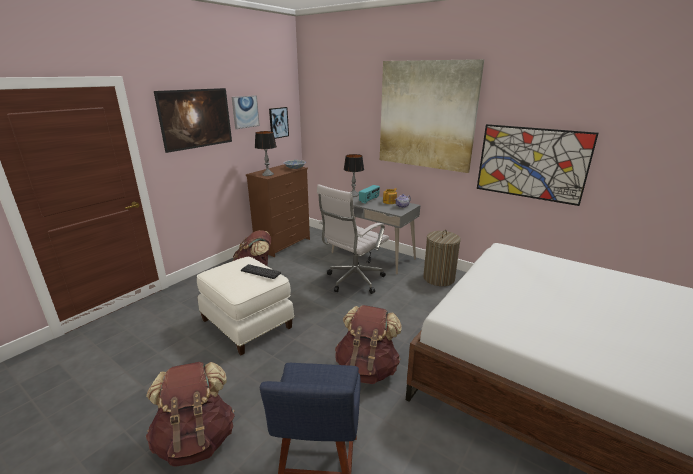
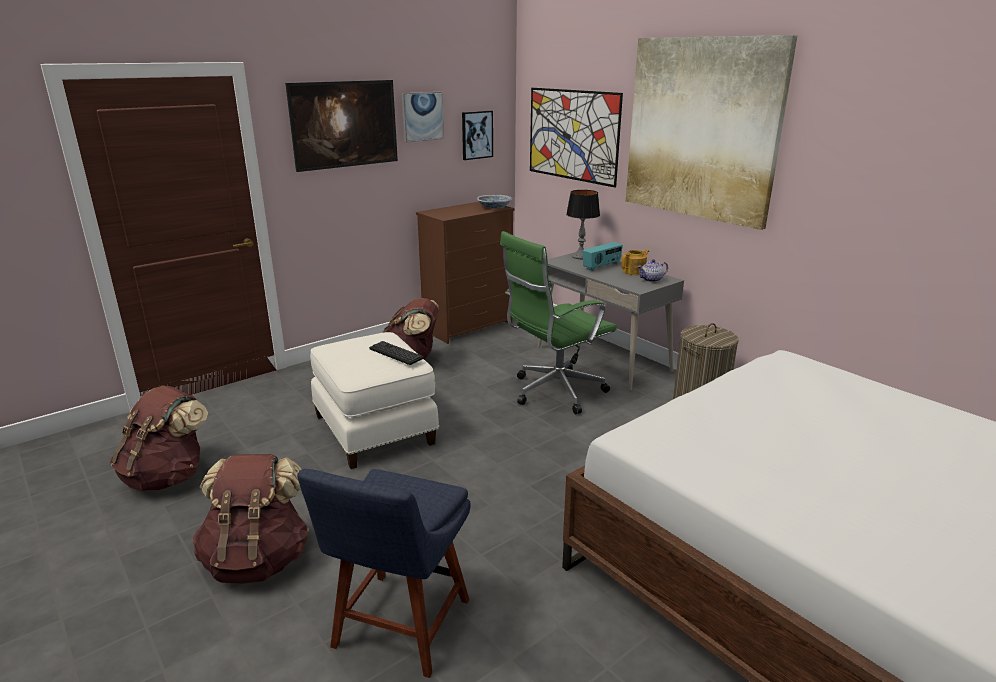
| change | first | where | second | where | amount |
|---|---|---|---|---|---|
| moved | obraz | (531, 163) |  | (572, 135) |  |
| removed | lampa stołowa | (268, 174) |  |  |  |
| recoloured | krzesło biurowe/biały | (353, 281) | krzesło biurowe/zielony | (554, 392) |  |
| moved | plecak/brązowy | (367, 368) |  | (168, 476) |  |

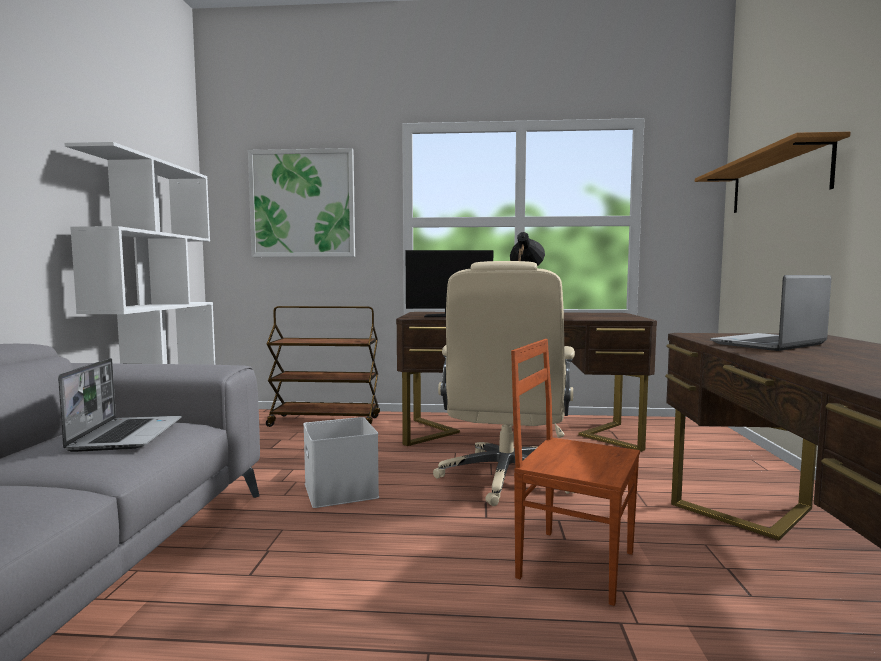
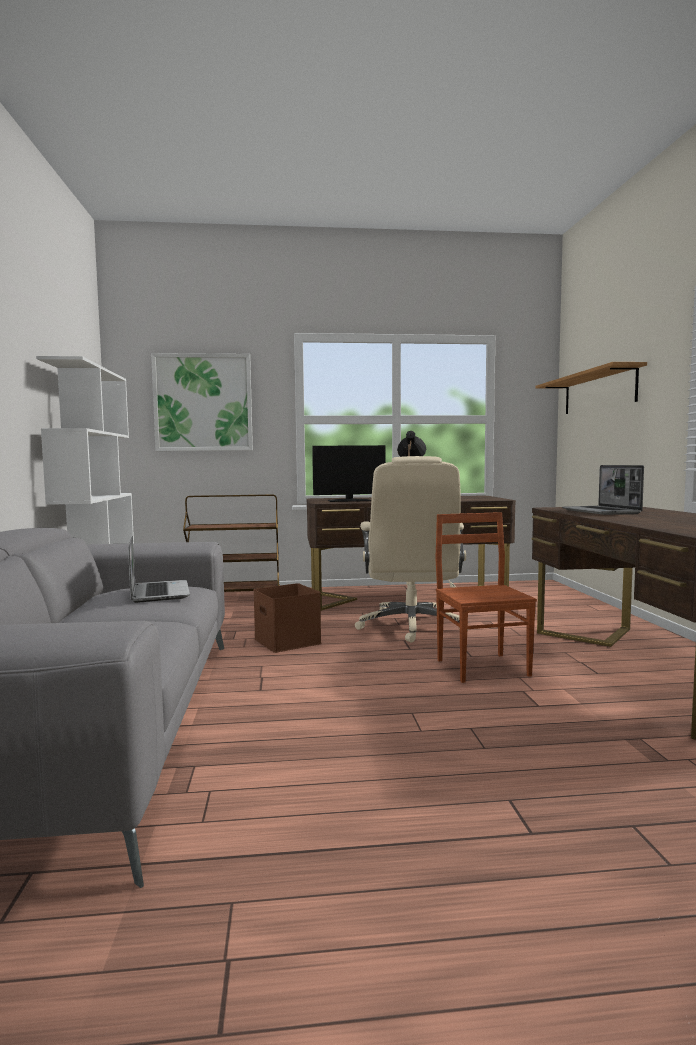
| change | first | where | second | where | amount |
|---|---|---|---|---|---|
| turned | laptop | (769, 344) |  | (602, 512) | 60 degrees counterclockwise |
| turned | krzesło/brązowy | (574, 563) |  | (483, 667) | 60 degrees clockwise |
| recoloured | pojemnik do przechowywania/biały | (342, 491) | pojemnik do przechowywania/brązowy | (289, 641) |  |

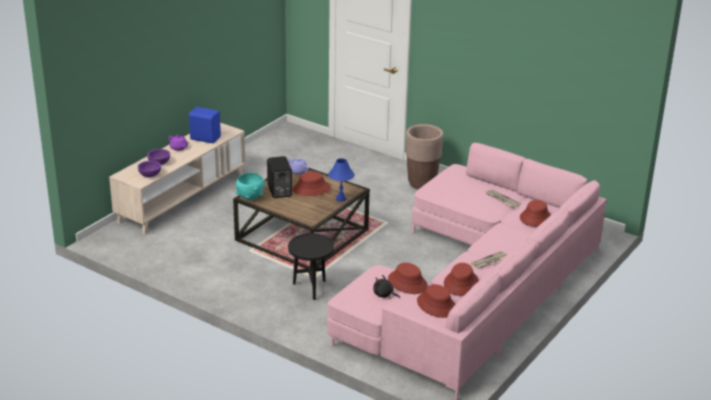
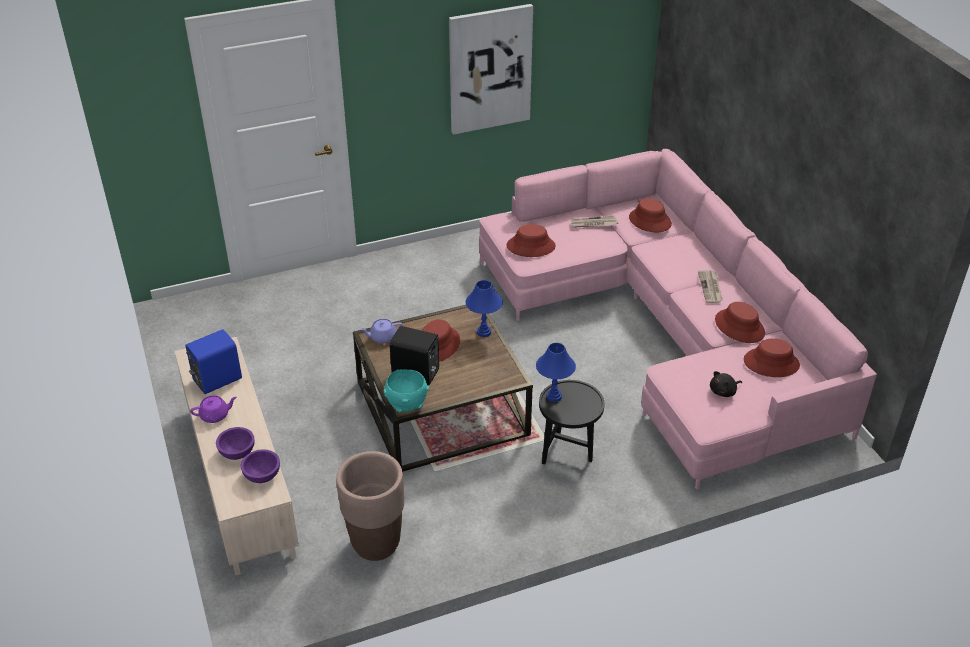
| change | first | where | second | where | amount |
|---|---|---|---|---|---|
| moved | donica/brązowy | (421, 184) |  | (375, 544) |  |
| moved | kapelusz/czerwony | (407, 283) |  | (530, 246) |  |
| added |  |  | obraz | (490, 69) |  |
| added |  |  | lampa stołowa/niebieski | (554, 396) |  |

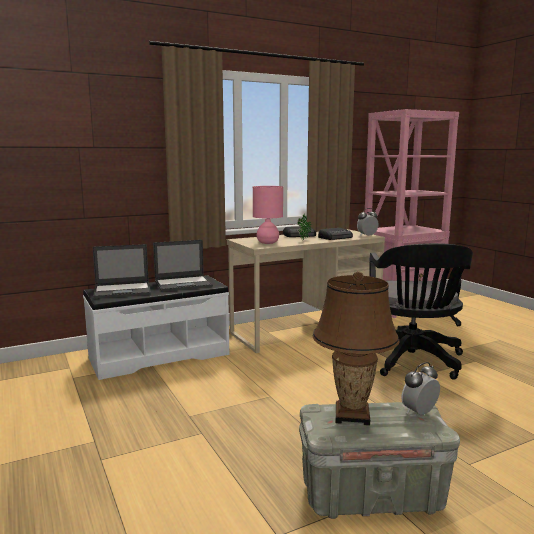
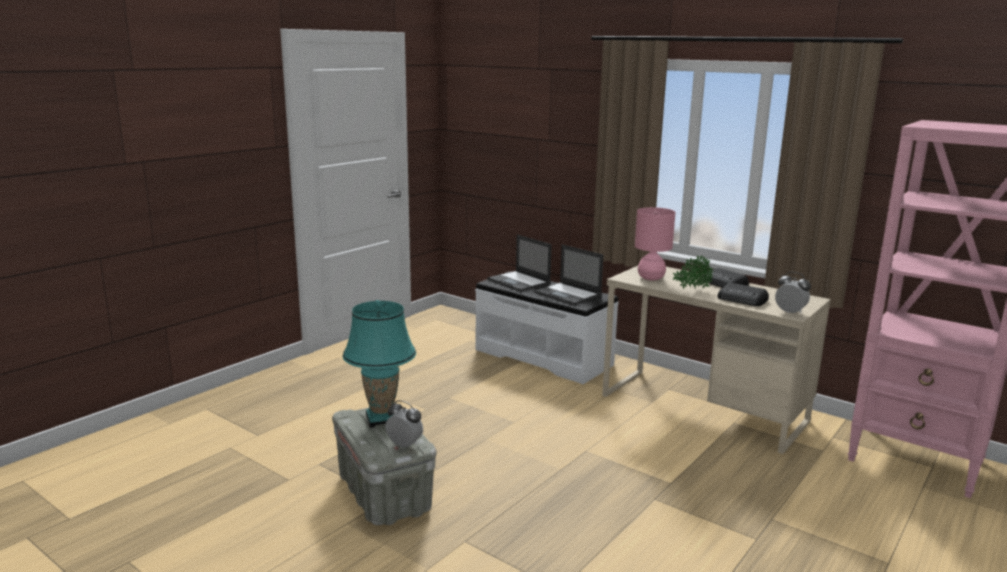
| change | first | where | second | where | amount |
|---|---|---|---|---|---|
| removed | krzesło biurowe/czarny | (412, 361) |  |  |  |
| recoloured | lampa stołowa/brązowy | (352, 415) | lampa stołowa/turkusowy | (382, 419) |  |

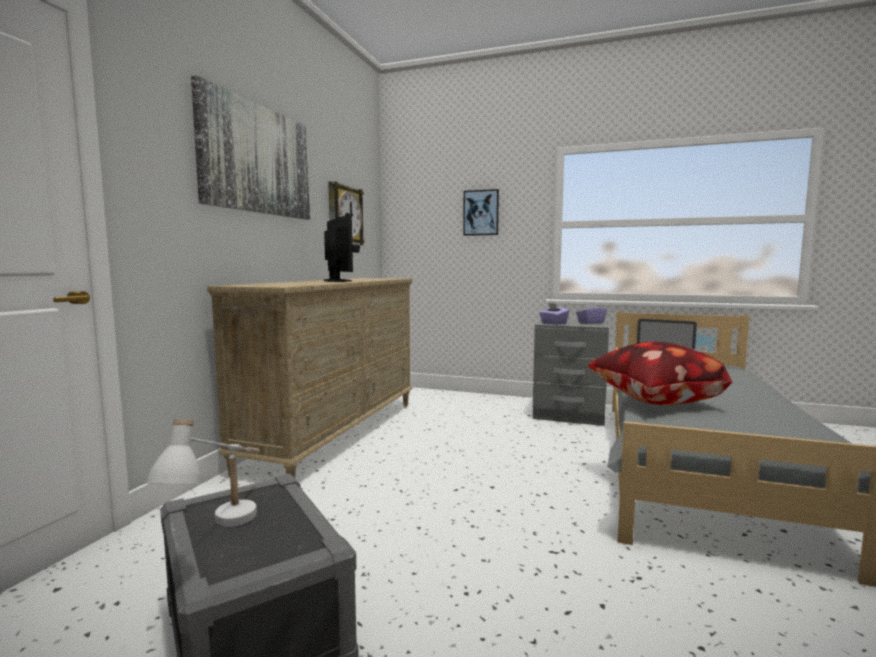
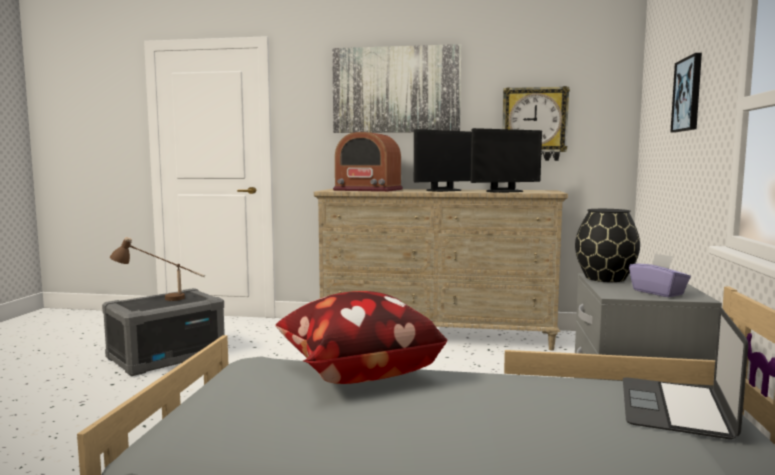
| change | first | where | second | where | amount |
|---|---|---|---|---|---|
| replaced | pudełko chusteczek/fioletowy | (553, 323) | wazon/czarny | (605, 278) |  |
| recoloured | lampa stołowa/biały | (223, 532) | lampa stołowa/brązowy | (160, 299) |  |
| added |  |  | monitor | (504, 191) |  |
| added |  |  | radio | (368, 190) |  |

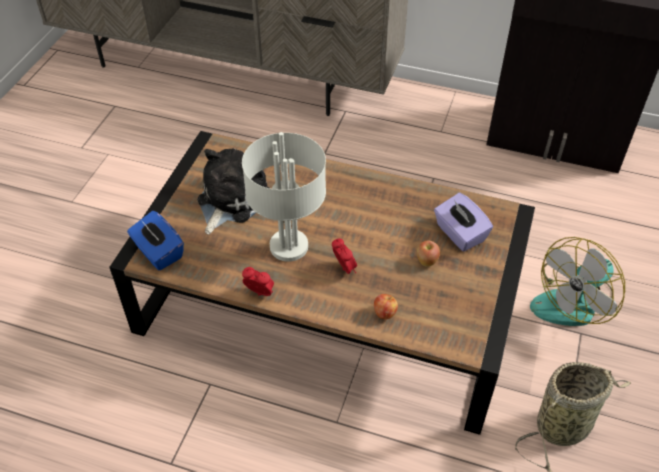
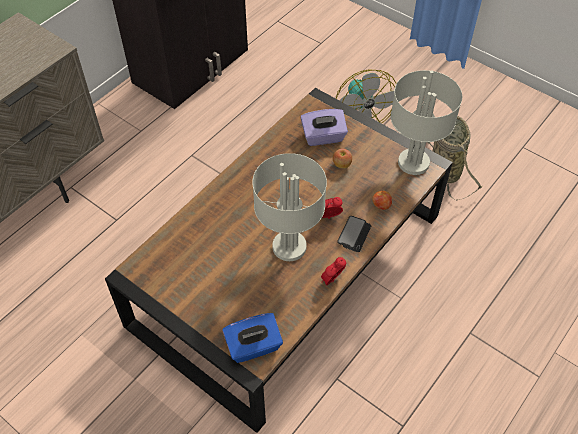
| change | first | where | second | where | amount |
|---|---|---|---|---|---|
| removed | pluszak | (230, 200) |  |  |  |
| added |  |  | lampa stołowa/szary | (414, 163) |  |
| added |  |  | telefon | (354, 234) |  |

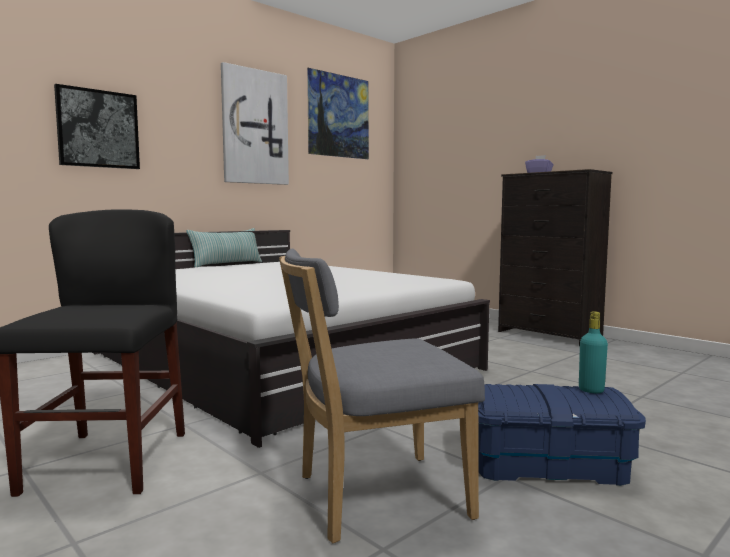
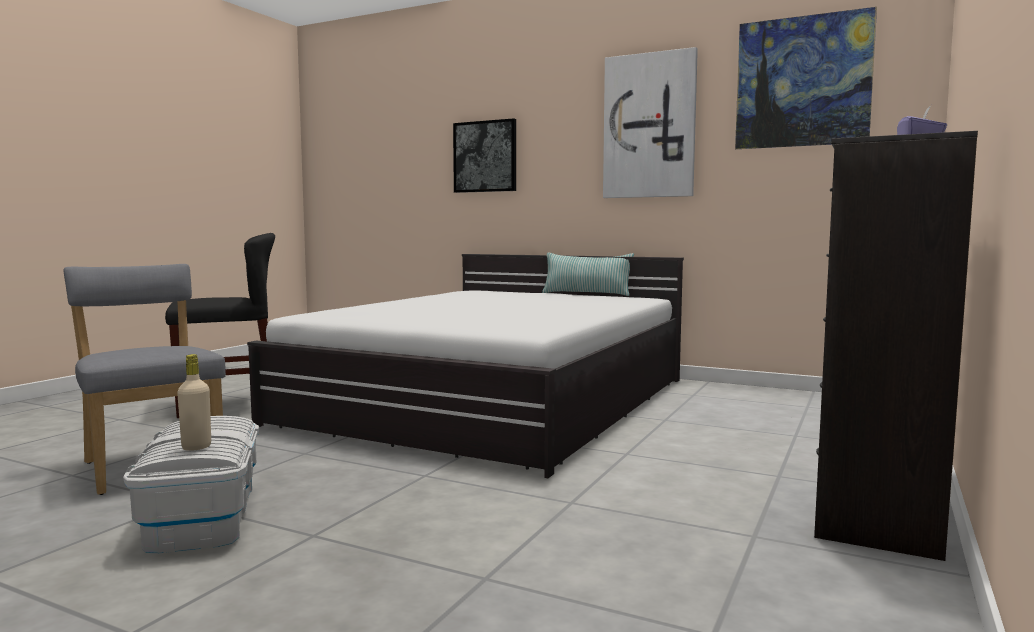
| change | first | where | second | where | amount |
|---|---|---|---|---|---|
| recoloured | butelka/turkusowy | (591, 390) | butelka/beżowy | (196, 447) |  |
| recoloured | pojemnik do przechowywania/niebieski | (547, 465) | pojemnik do przechowywania/biały | (201, 516) |  |

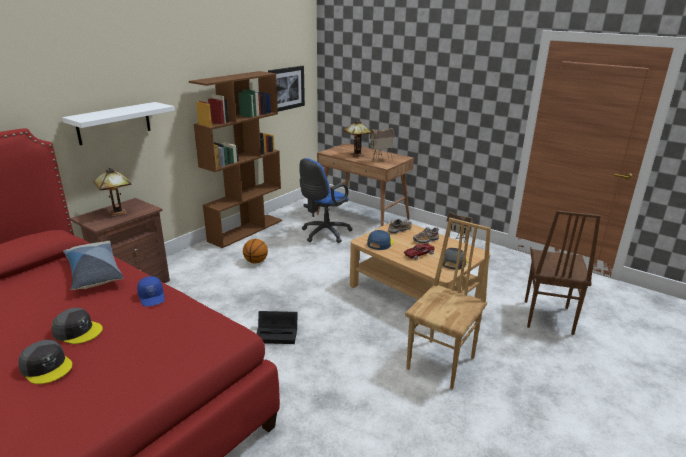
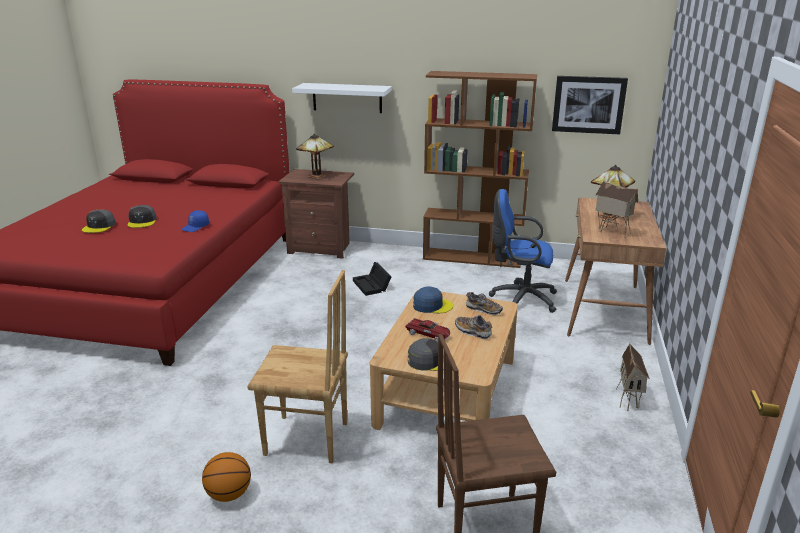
| change | first | where | second | where | amount |
|---|---|---|---|---|---|
| moved | piłka do koszykówki | (256, 261) |  | (229, 494) |  |
| removed | poduszka | (94, 273) |  |  |  |
| moved | pojemnik do przechowywania/czarny | (278, 333) |  | (372, 286) |  |

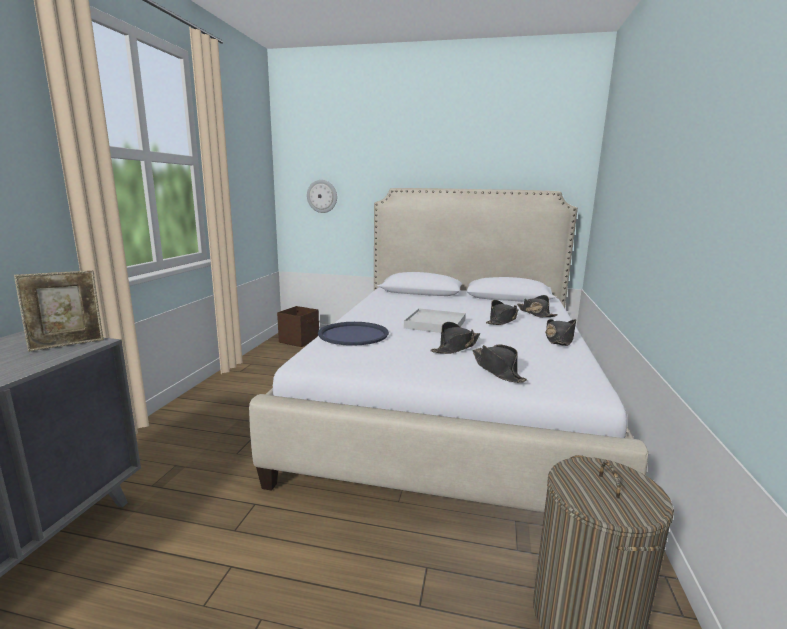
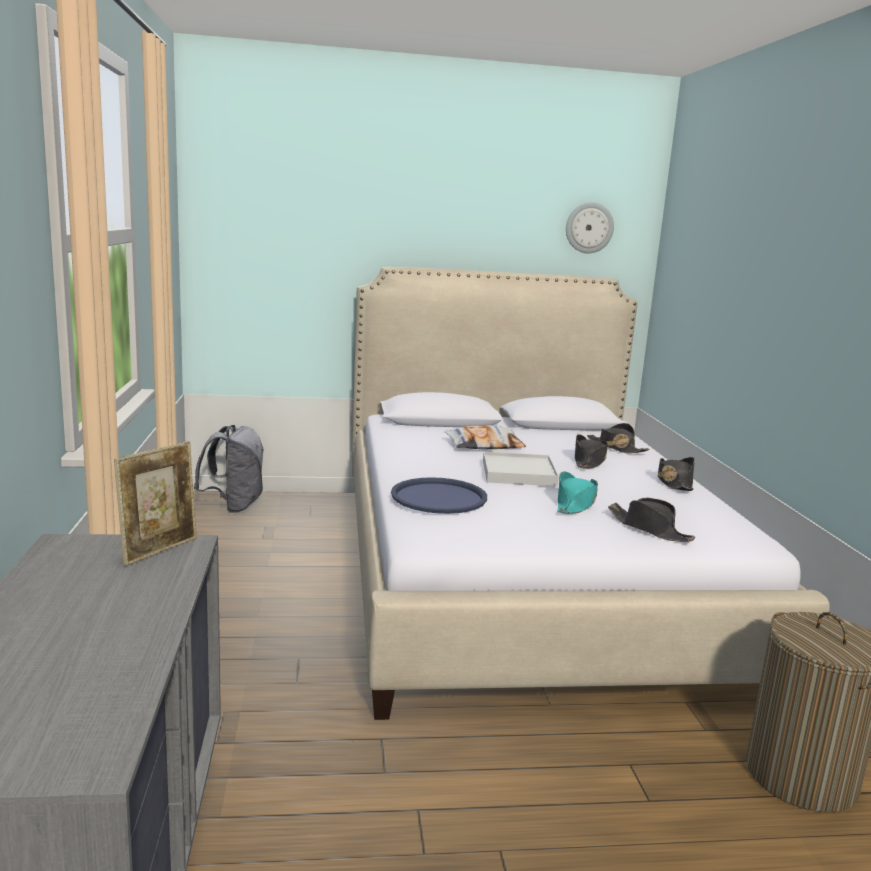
| change | first | where | second | where | amount |
|---|---|---|---|---|---|
| moved | zegar ścienny | (322, 196) |  | (589, 228) |  |
| replaced | pojemnik do przechowywania/brązowy | (299, 340) | plecak/szary | (234, 506) |  |
| recoloured | kapelusz/czarny | (456, 347) | kapelusz/turkusowy | (575, 504) |  |
| added |  |  | poduszka | (484, 445) |  |

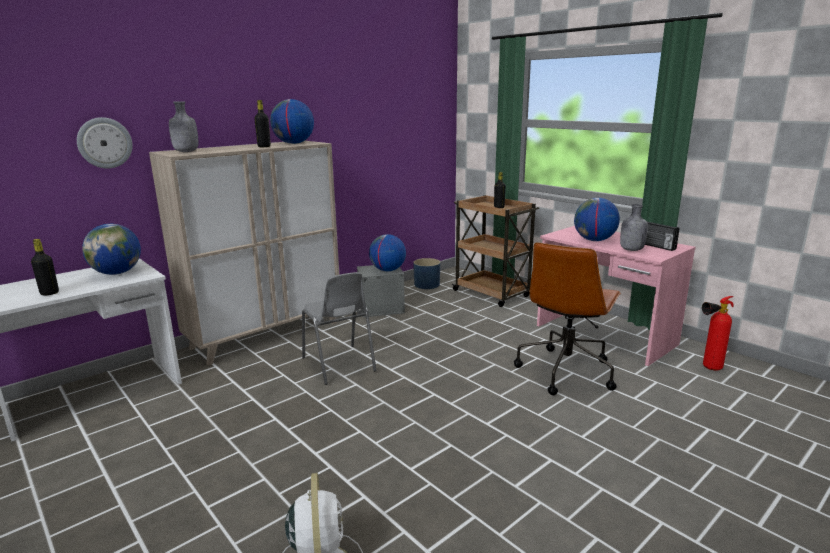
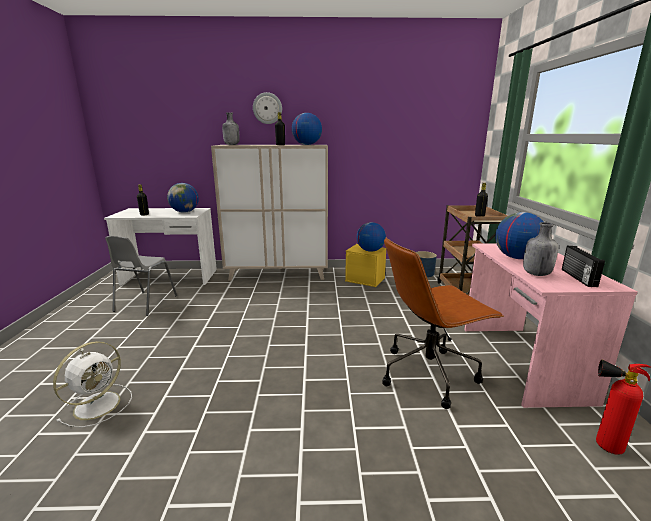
| change | first | where | second | where | amount |
|---|---|---|---|---|---|
| moved | zegar ścienny | (104, 143) |  | (267, 108) |  |
| recoloured | pojemnik do przechowywania/szary | (381, 308) | pojemnik do przechowywania/żółty | (365, 279) |  |
| moved | krzesło/szary | (339, 365) |  | (145, 304) |  |

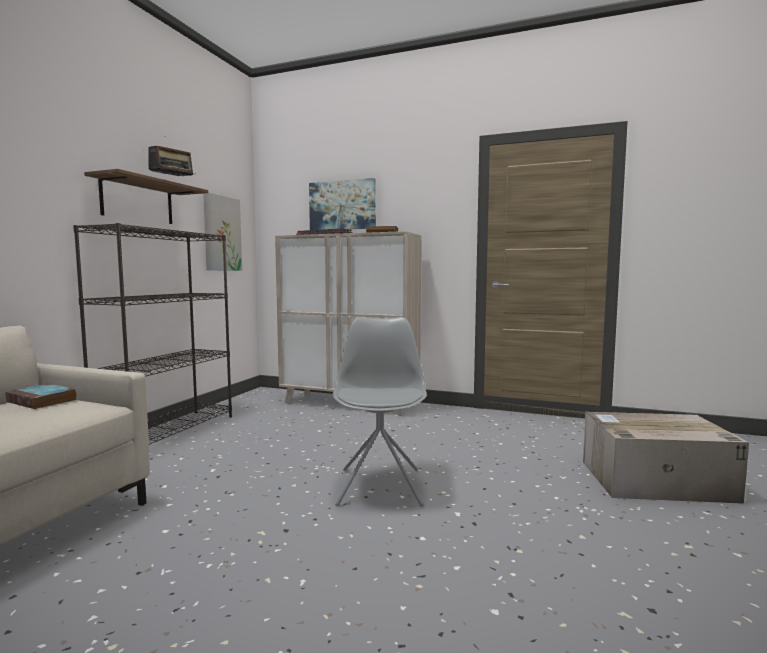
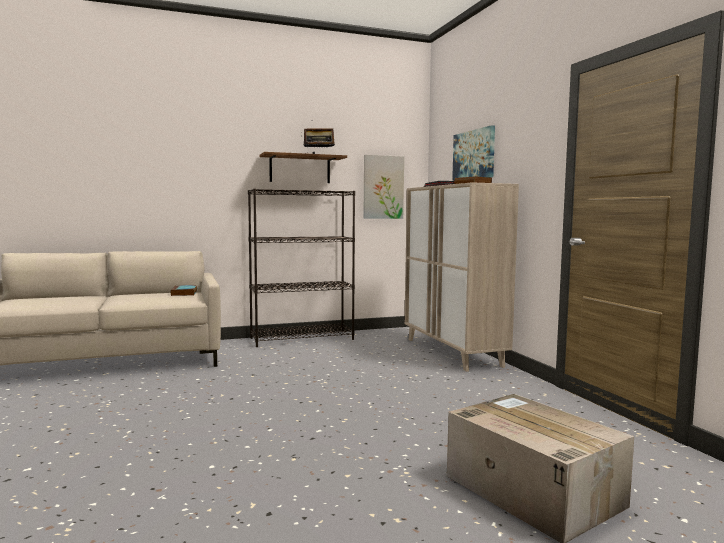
| change | first | where | second | where | amount |
|---|---|---|---|---|---|
| removed | krzesło/szary | (380, 486) |  |  |  |

